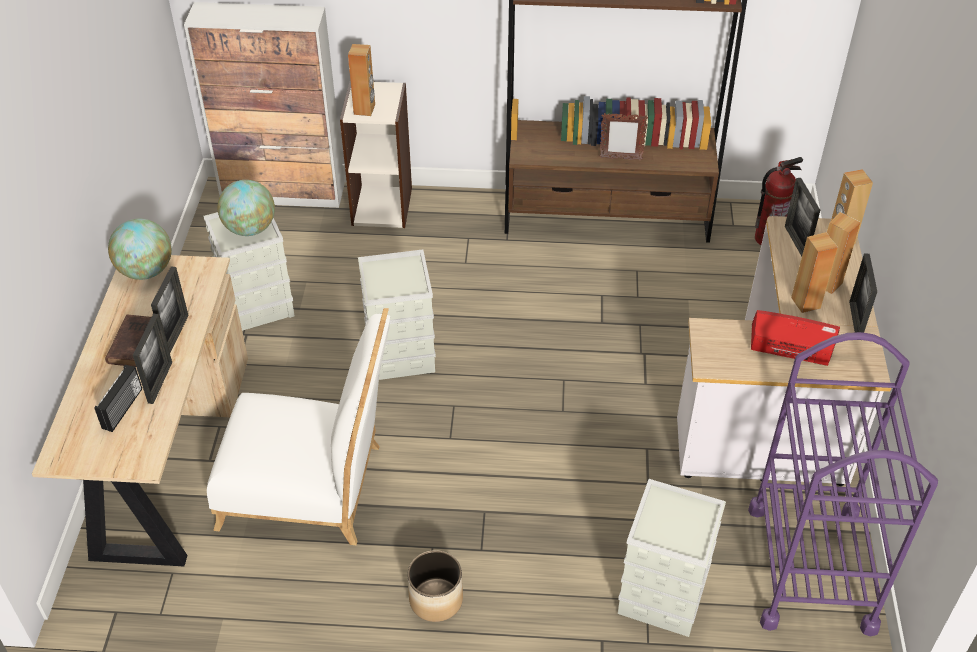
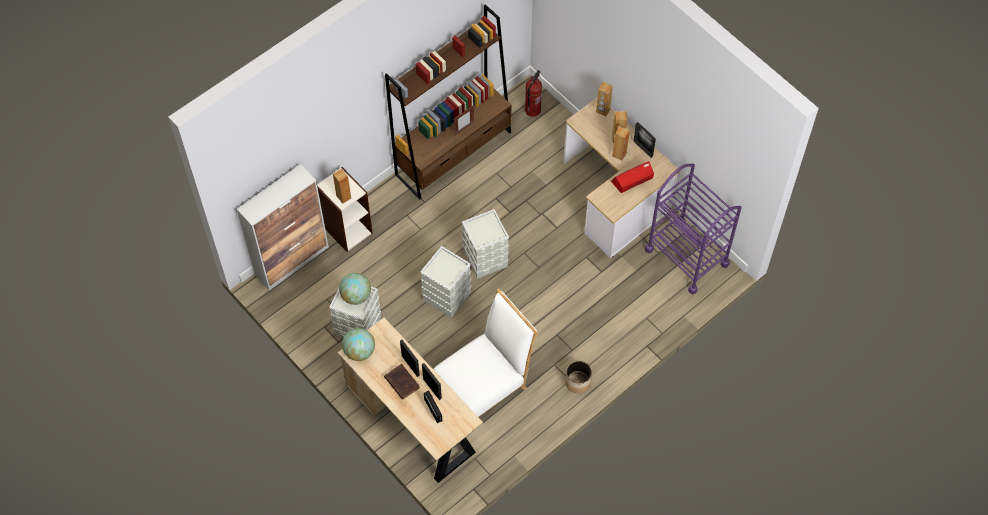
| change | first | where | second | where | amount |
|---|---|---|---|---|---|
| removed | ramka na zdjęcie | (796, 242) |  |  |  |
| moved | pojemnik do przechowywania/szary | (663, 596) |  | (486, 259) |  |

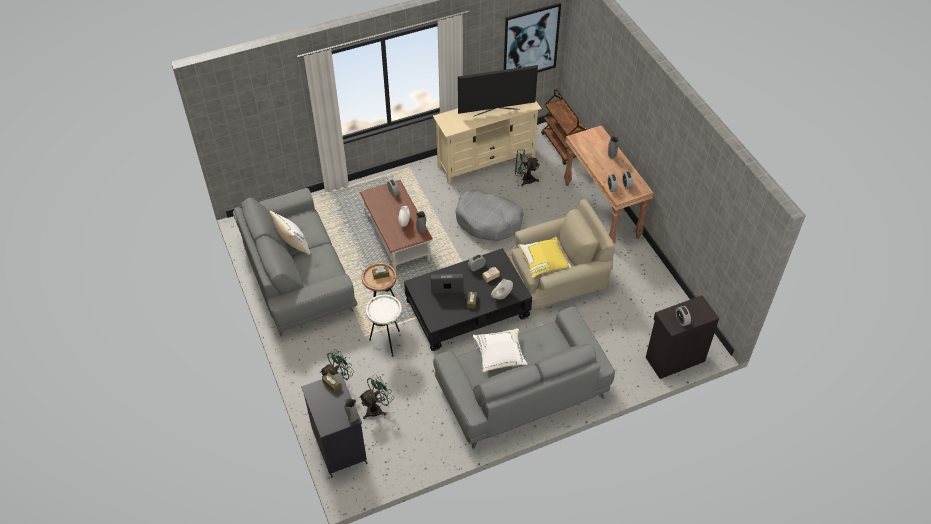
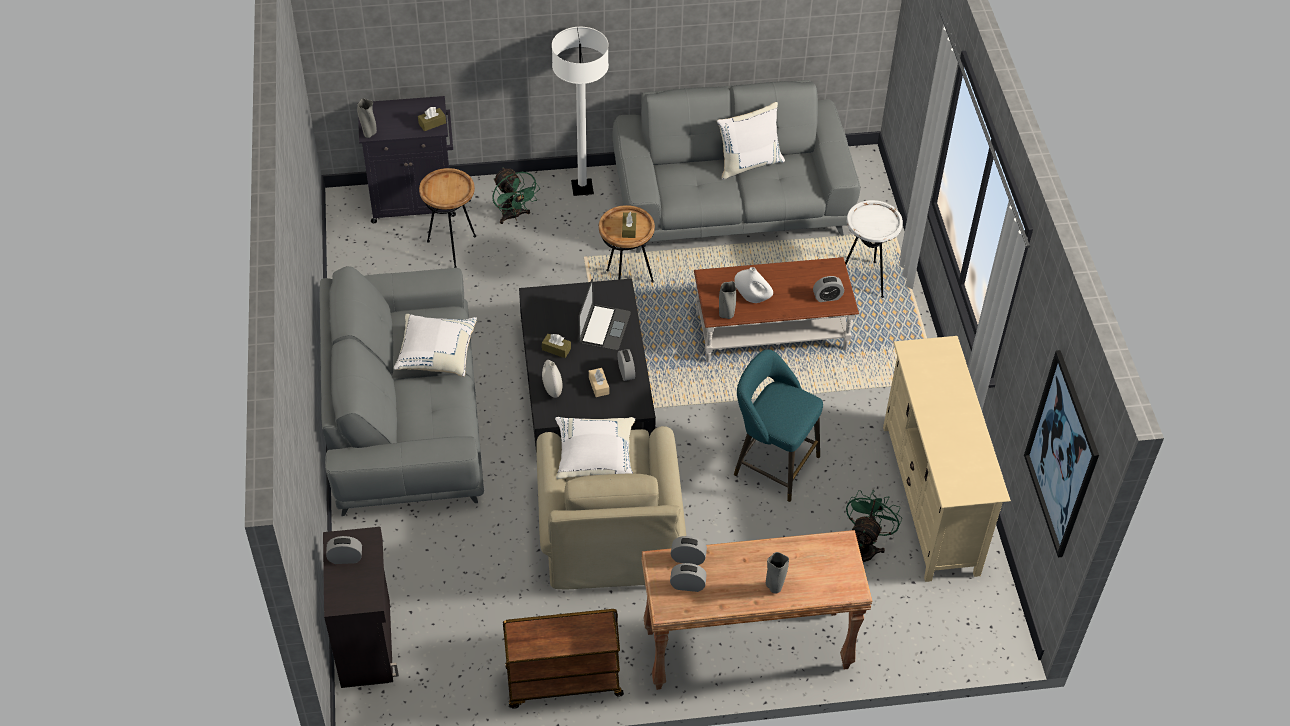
| change | first | where | second | where | amount |
|---|---|---|---|---|---|
| removed | telewizor | (496, 112) |  |  |  |
| moved | wózek/brązowy | (562, 146) |  | (563, 683) |  |
| replaced | legowisko/szary | (488, 221) | stołek/turkusowy | (772, 464) |  |
| recoloured | poduszka/żółty | (544, 262) | poduszka/biały | (595, 458) |  |
| moved | stolik/biały | (387, 342) |  | (864, 280) |  |
| replaced | wentylator/zielony | (377, 408) | stolik/brązowy | (453, 248) |  |
| added |  |  | lampa stojąca/biały | (582, 188) |  |

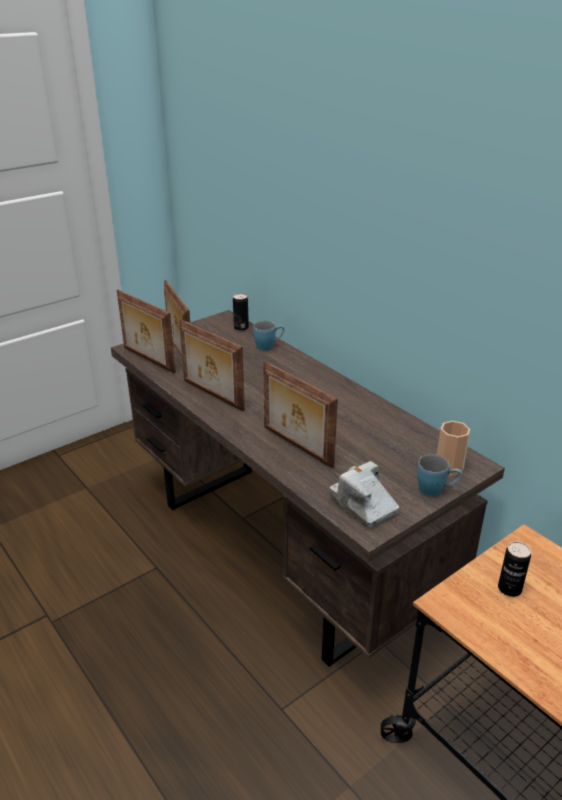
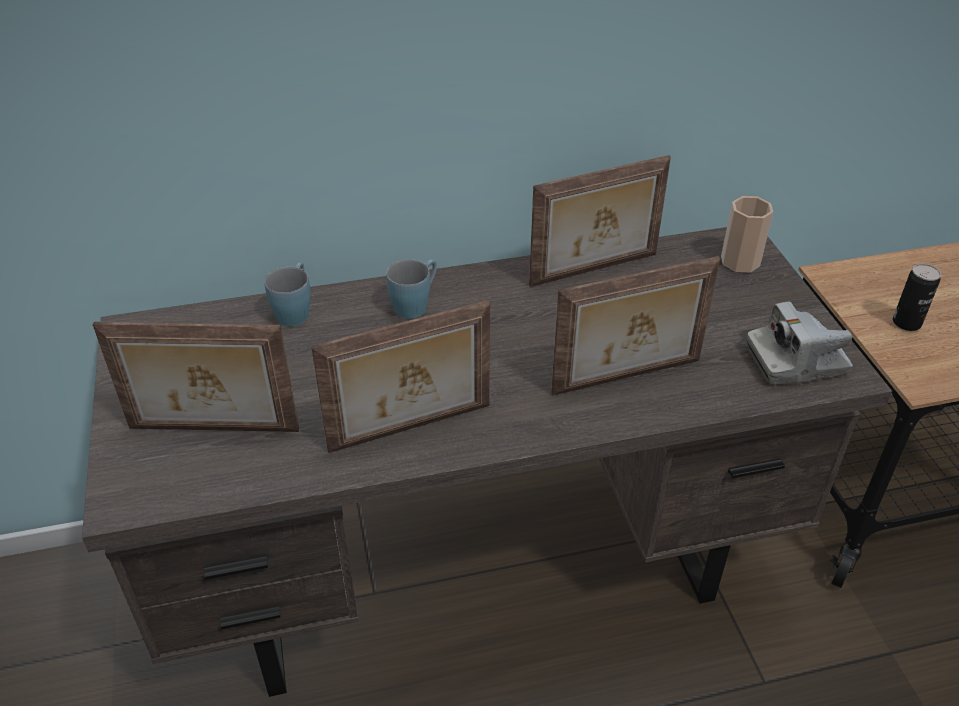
| change | first | where | second | where | amount |
|---|---|---|---|---|---|
| moved | ramka na zdjęcie | (147, 360) |  | (595, 271) |  |
| removed | puszka | (241, 328) |  |  |  |
| moved | kubek/niebieski | (436, 490) |  | (416, 304) |  |

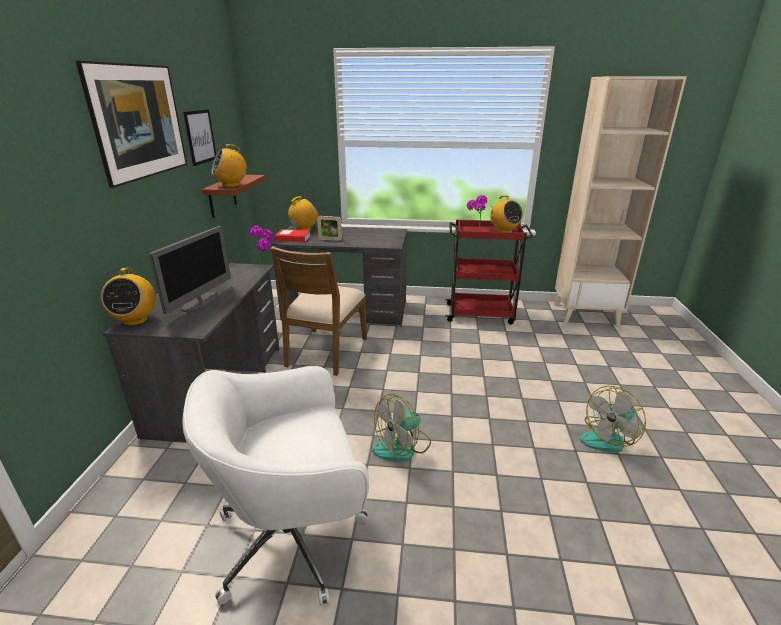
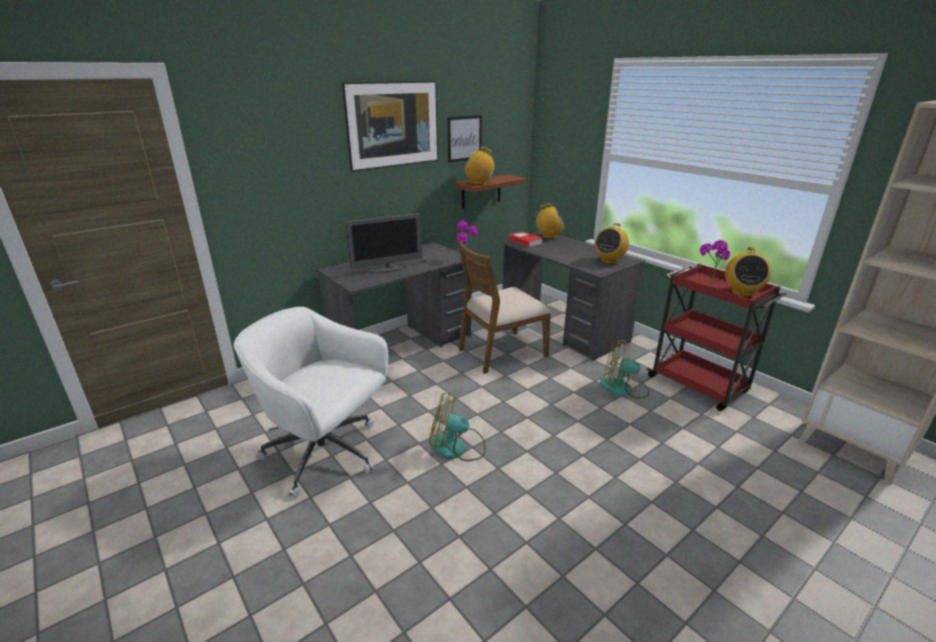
| change | first | where | second | where | amount |
|---|---|---|---|---|---|
| removed | ramka na zdjęcie | (330, 239) |  |  |  |
| moved | radio | (135, 320) |  | (609, 261) |  |
| moved | wentylator | (608, 438) |  | (623, 388) |  |

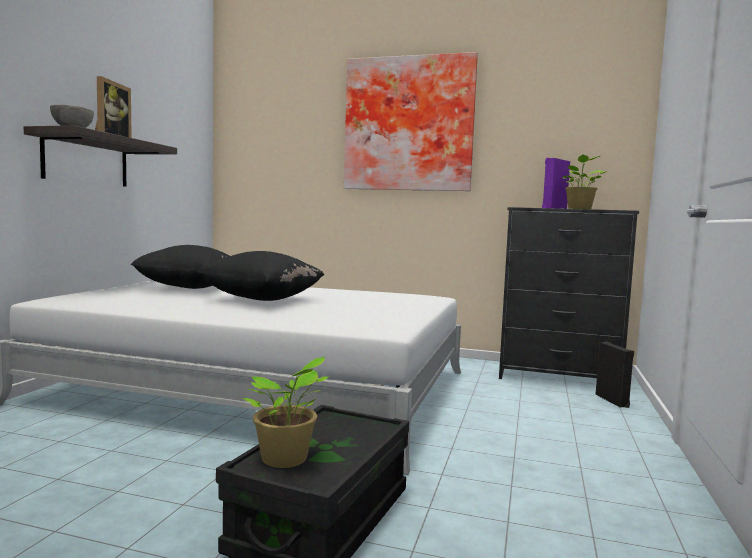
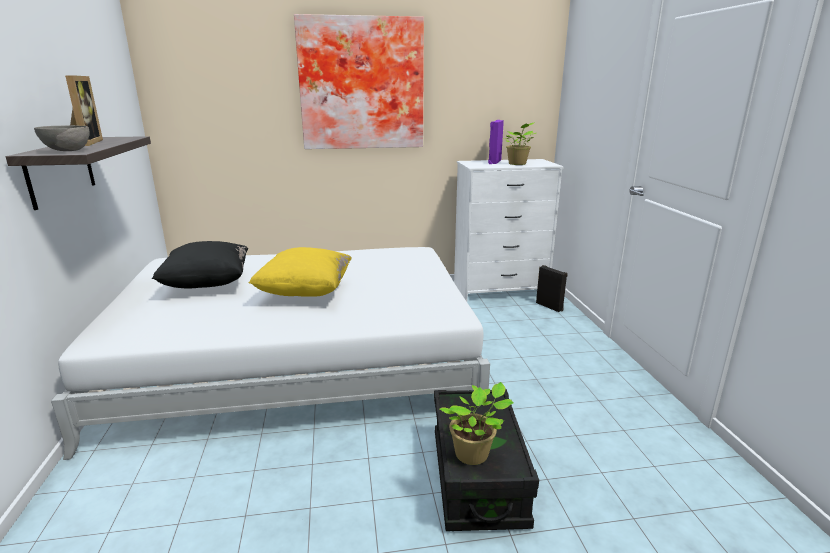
| change | first | where | second | where | amount |
|---|---|---|---|---|---|
| recoloured | komoda/czarny | (557, 377) | komoda/biały | (500, 290) |  |
| recoloured | poduszka/czarny | (261, 300) | poduszka/żółty | (305, 292) |  |

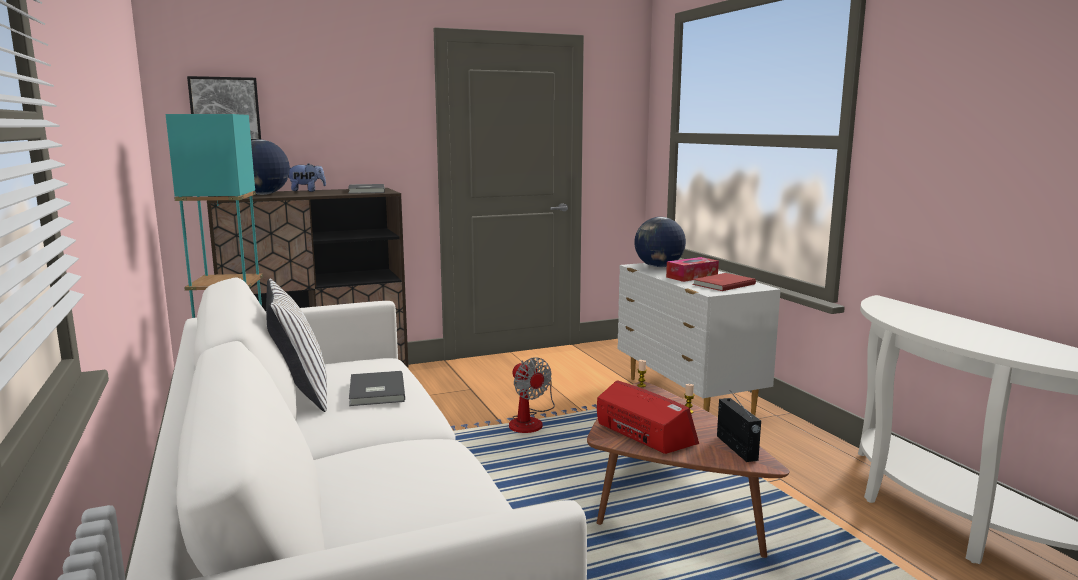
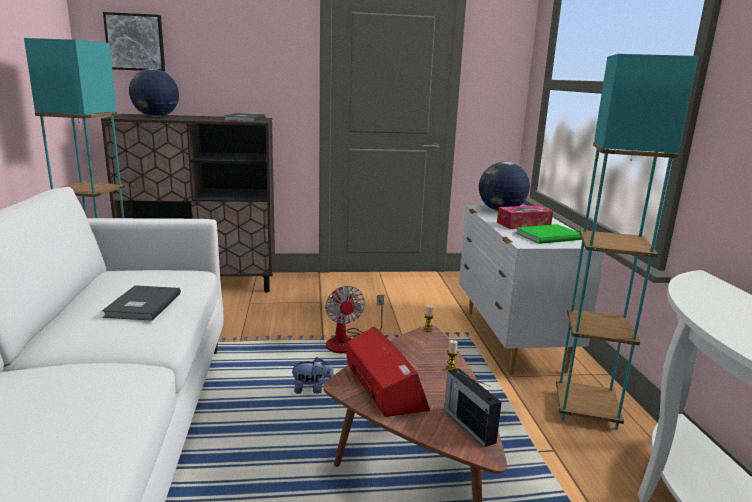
| change | first | where | second | where | amount |
|---|---|---|---|---|---|
| moved | pluszak | (307, 191) |  | (312, 389) |  |
| recoloured | książka/czerwony | (722, 284) | książka/zielony | (546, 236) |  |
| removed | poduszka/biały | (300, 394) |  |  |  |
| turned | radio | (737, 448) |  | (468, 424) | 150 degrees clockwise |
| added |  |  | lampa stojąca/turkusowy | (586, 410) |  |

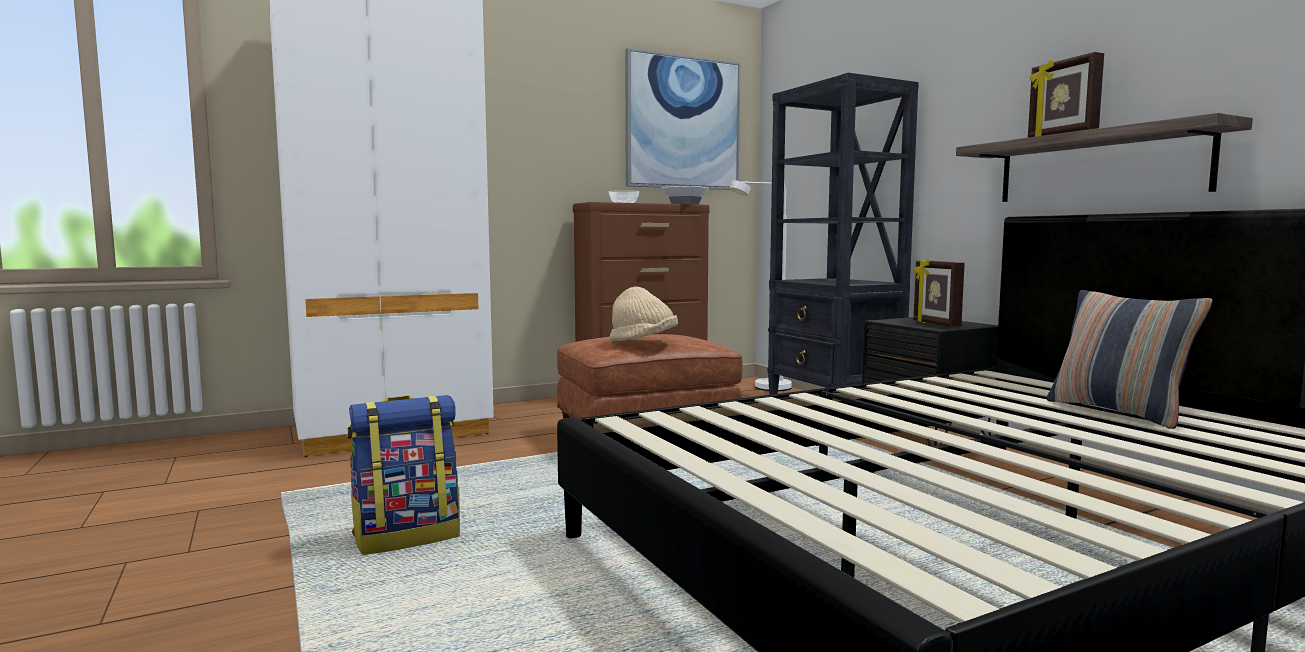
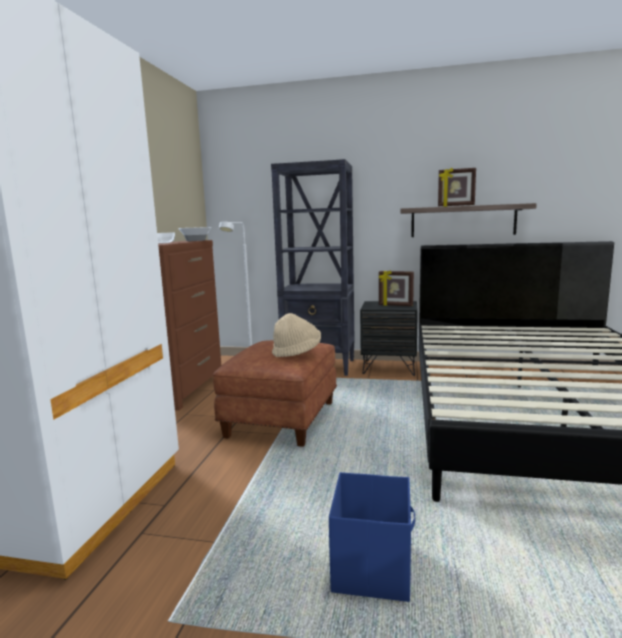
| change | first | where | second | where | amount |
|---|---|---|---|---|---|
| removed | obraz | (683, 123) |  |  |  |
| removed | poduszka | (1118, 412) |  |  |  |
| replaced | plecak | (407, 536) | pojemnik do przechowywania/niebieski | (372, 567) |  |

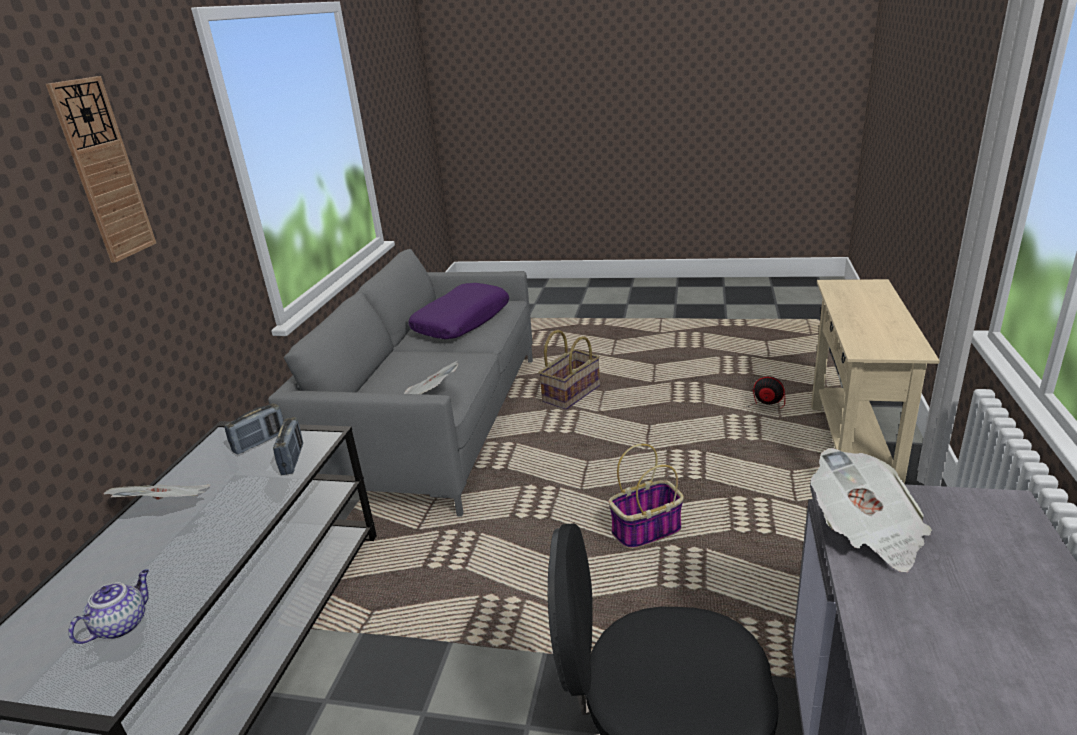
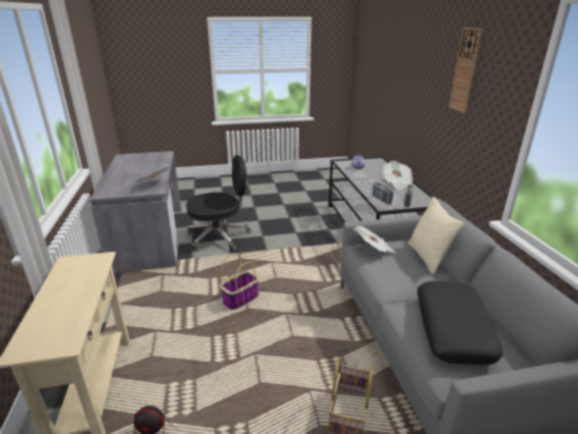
| change | first | where | second | where | amount |
|---|---|---|---|---|---|
| recoloured | poduszka/fioletowy | (461, 321) | poduszka/czarny | (453, 329) |  |
| added |  |  | poduszka/beżowy | (428, 257) |  |

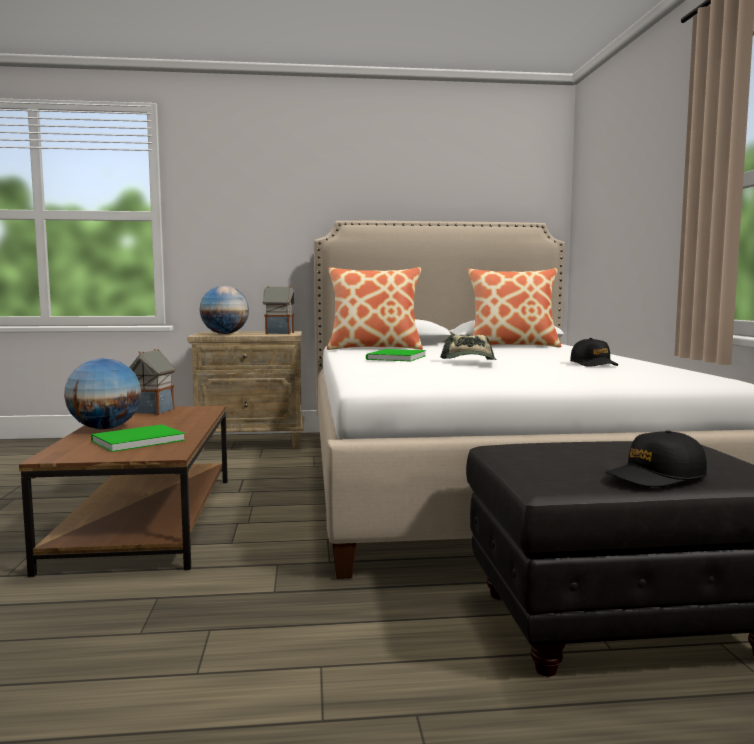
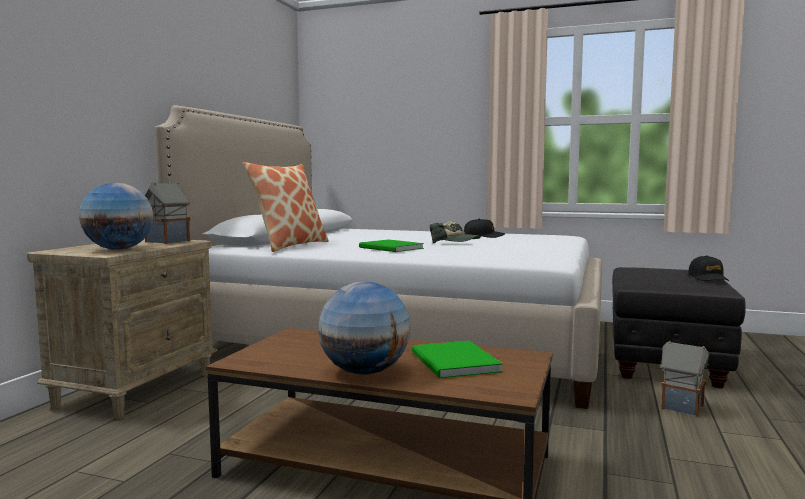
| change | first | where | second | where | amount |
|---|---|---|---|---|---|
| removed | poduszka | (512, 346) |  |  |  |
| moved | domek | (152, 411) |  | (681, 407) |  |

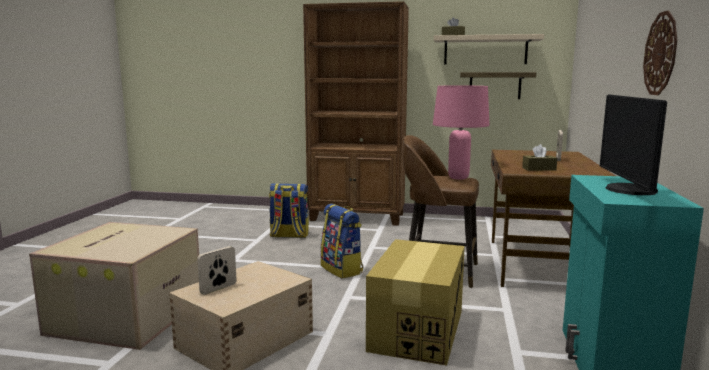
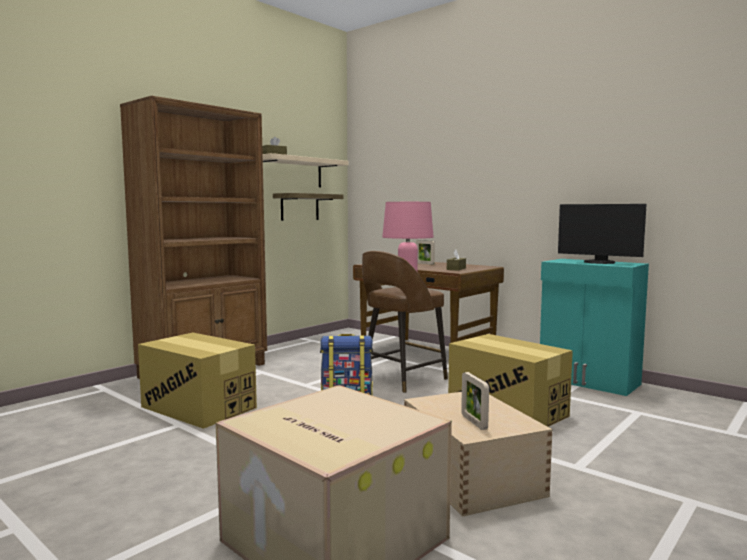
| change | first | where | second | where | amount |
|---|---|---|---|---|---|
| removed | zegar ścienny | (661, 54) |  |  |  |
| replaced | plecak | (289, 235) | karton | (199, 407) |  |

